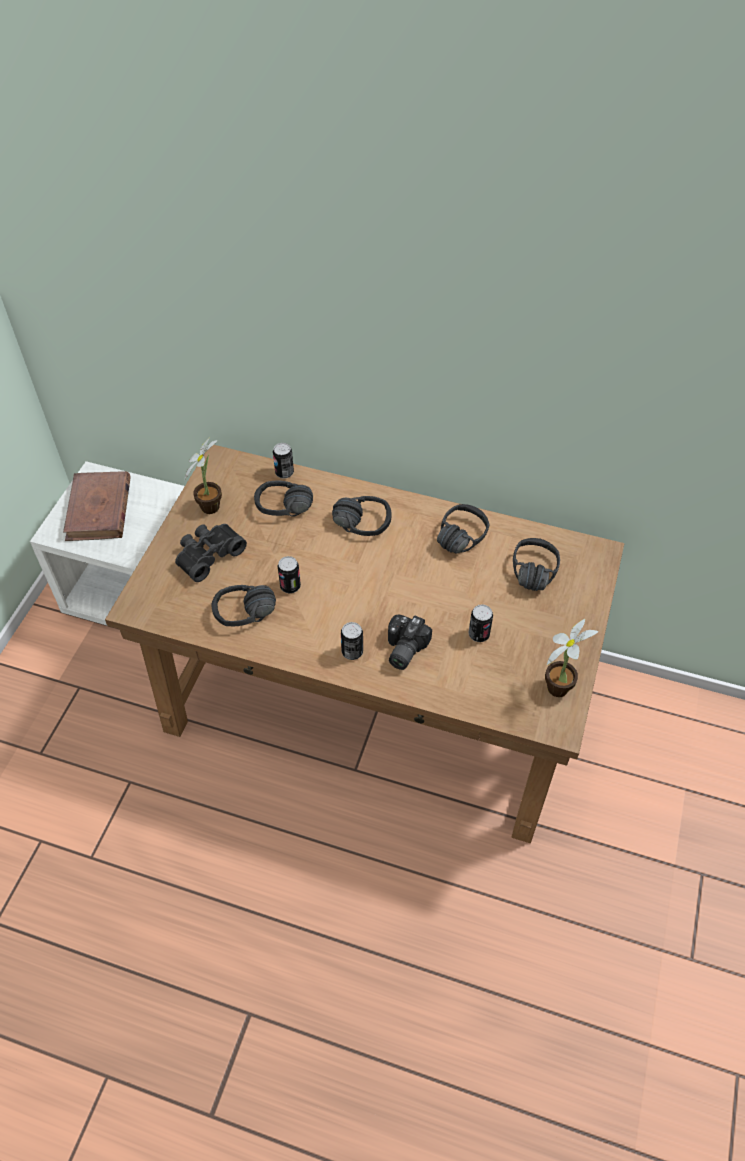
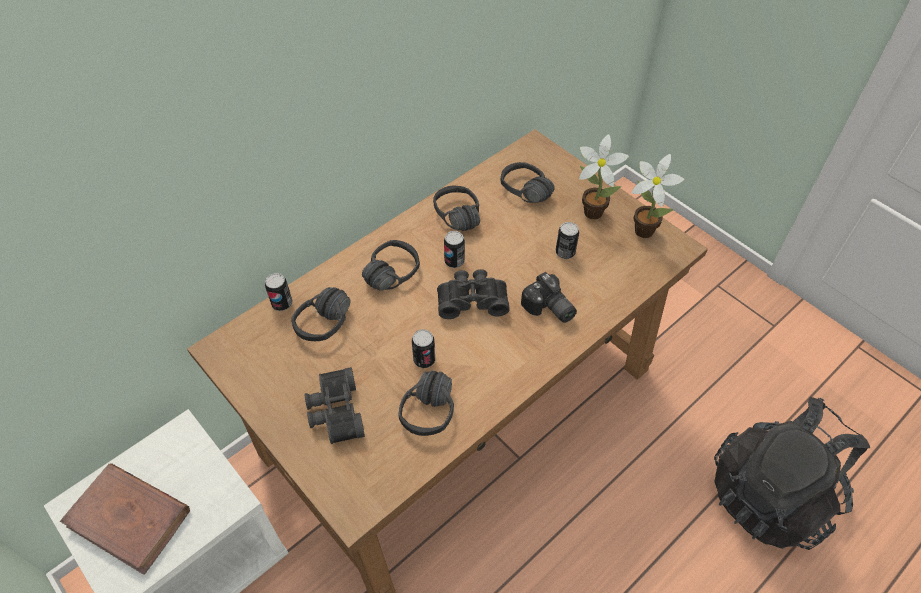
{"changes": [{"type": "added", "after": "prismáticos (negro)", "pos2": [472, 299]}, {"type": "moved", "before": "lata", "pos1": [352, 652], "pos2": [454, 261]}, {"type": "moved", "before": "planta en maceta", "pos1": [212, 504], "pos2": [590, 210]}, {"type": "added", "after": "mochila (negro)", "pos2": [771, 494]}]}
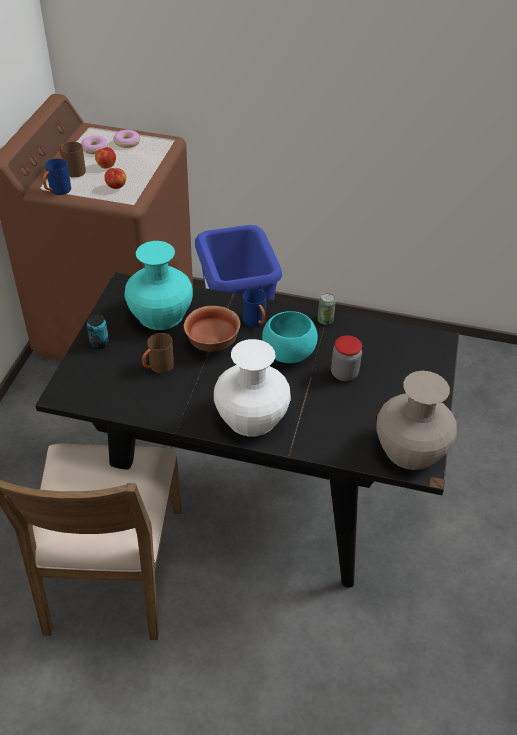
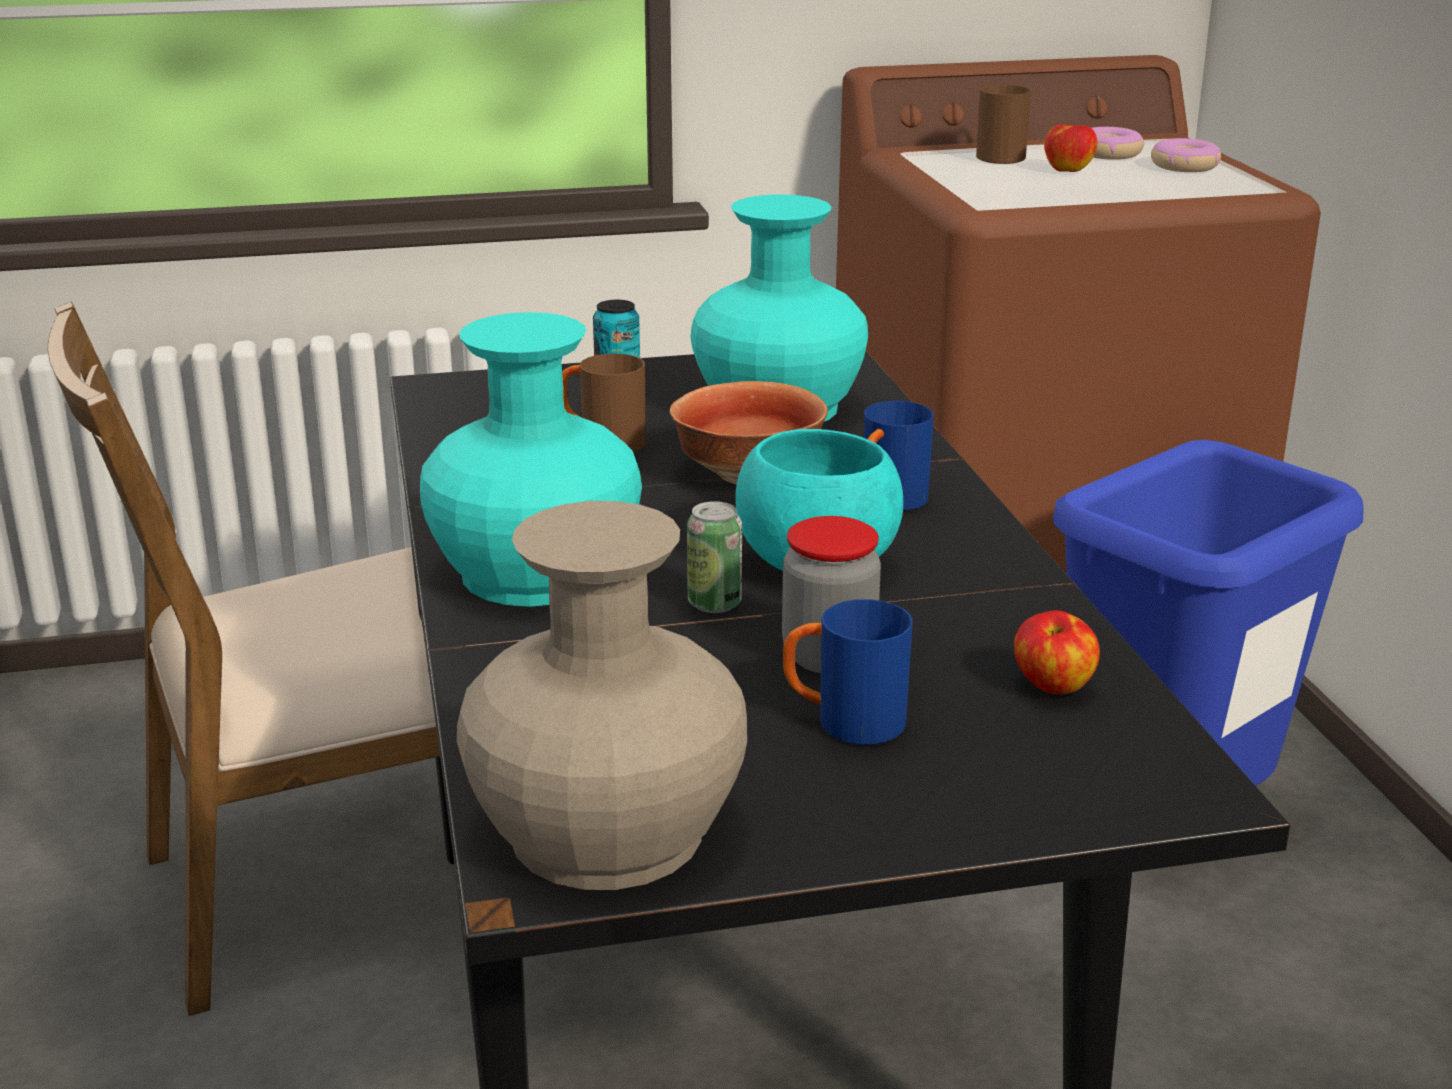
{"changes": [{"type": "recoloured", "before": "florero (blanco)", "after": "florero (turquesa)", "pos1": [251, 416], "pos2": [536, 572]}, {"type": "moved", "before": "lata", "pos1": [325, 320], "pos2": [714, 603]}, {"type": "moved", "before": "taza grande (azul)", "pos1": [57, 192], "pos2": [844, 723]}, {"type": "moved", "before": "manzana", "pos1": [116, 187], "pos2": [1052, 687]}]}
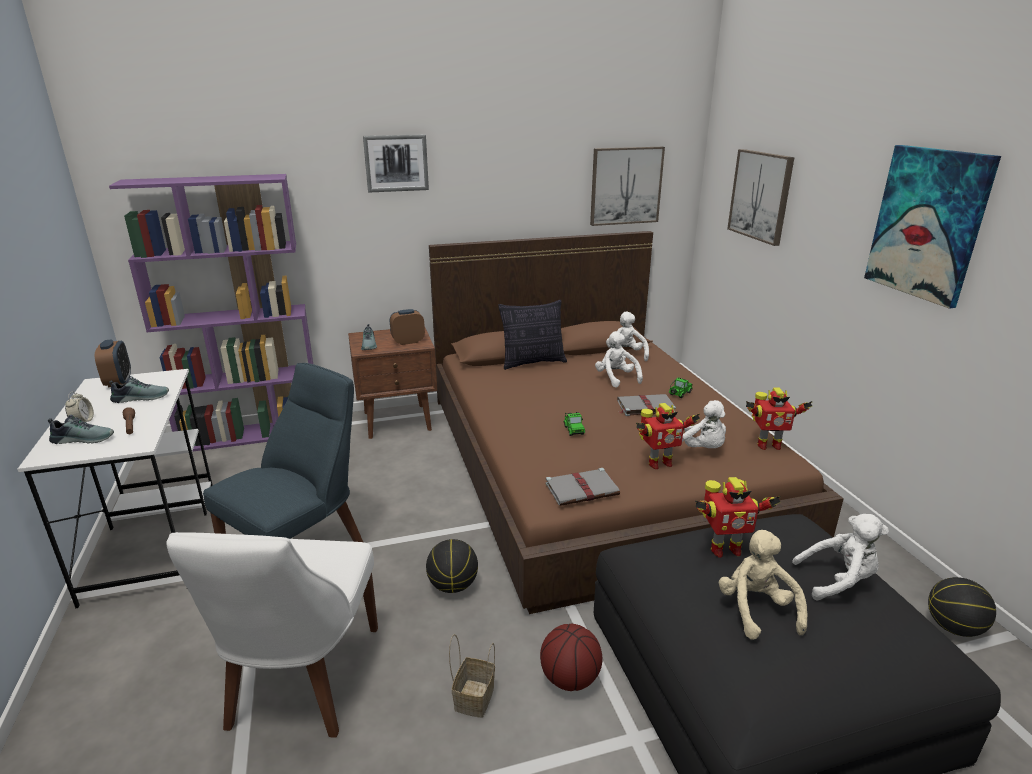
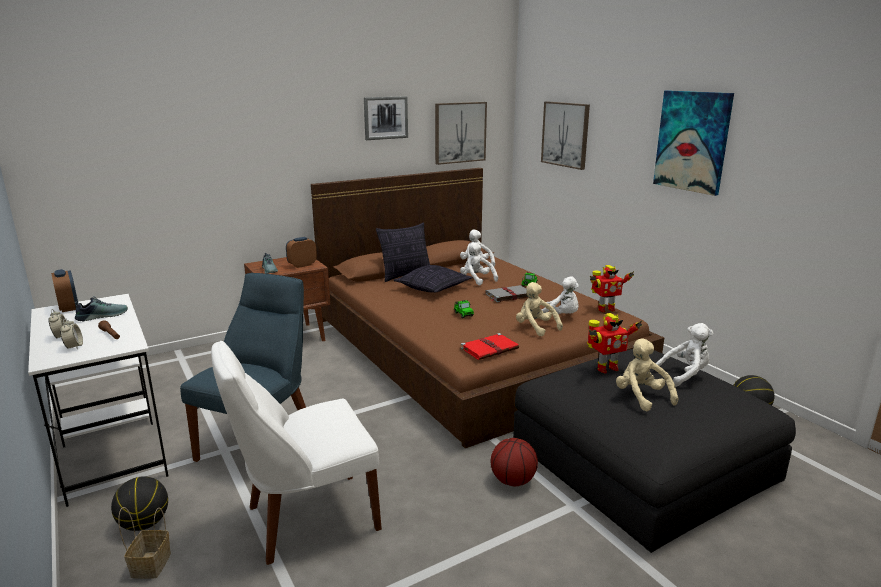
{"changes": [{"type": "replaced", "before": "zapato", "after": "despertador", "pos1": [84, 438], "pos2": [74, 347]}, {"type": "moved", "before": "balón de baloncesto", "pos1": [453, 585], "pos2": [144, 523]}, {"type": "moved", "before": "cesta", "pos1": [474, 697], "pos2": [151, 564]}, {"type": "turned", "before": "silla (blanco)", "pos1": [302, 681], "pos2": [306, 519], "turn": 75}, {"type": "moved", "before": "cuadro", "pos1": [396, 163], "pos2": [385, 118]}, {"type": "added", "after": "cojín", "pos2": [433, 288]}, {"type": "recoloured", "before": "libro (gris)", "after": "libro (rojo)", "pos1": [583, 489], "pos2": [490, 348]}, {"type": "replaced", "before": "robot de juguete", "after": "peluche (beis)", "pos1": [658, 463], "pos2": [535, 328]}, {"type": "removed", "before": "estantería (morado)", "pos1": [253, 434]}]}
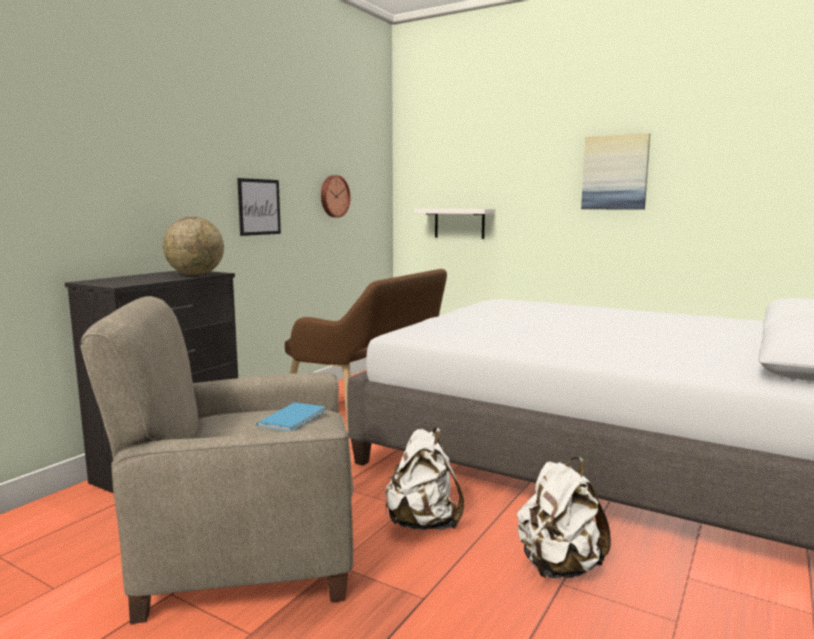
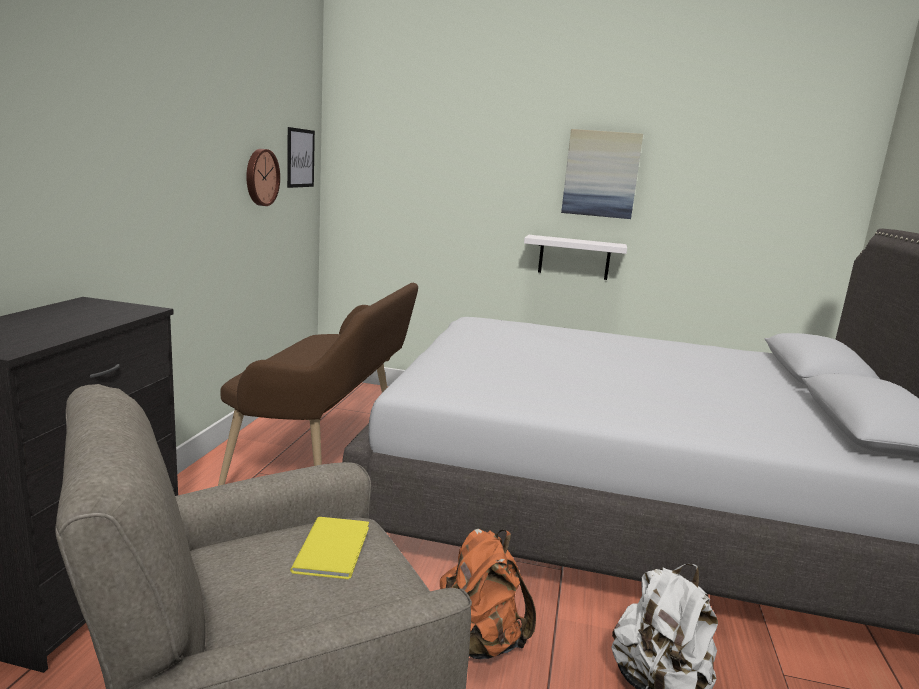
{"changes": [{"type": "moved", "before": "cuadro", "pos1": [259, 207], "pos2": [300, 158]}, {"type": "recoloured", "before": "libro (azul)", "after": "libro (amarillo)", "pos1": [295, 418], "pos2": [335, 547]}, {"type": "recoloured", "before": "mochila (blanco)", "after": "mochila (naranja)", "pos1": [423, 523], "pos2": [477, 643]}, {"type": "moved", "before": "estante (blanco)", "pos1": [459, 223], "pos2": [574, 257]}, {"type": "removed", "before": "globo terráqueo", "pos1": [195, 275]}]}
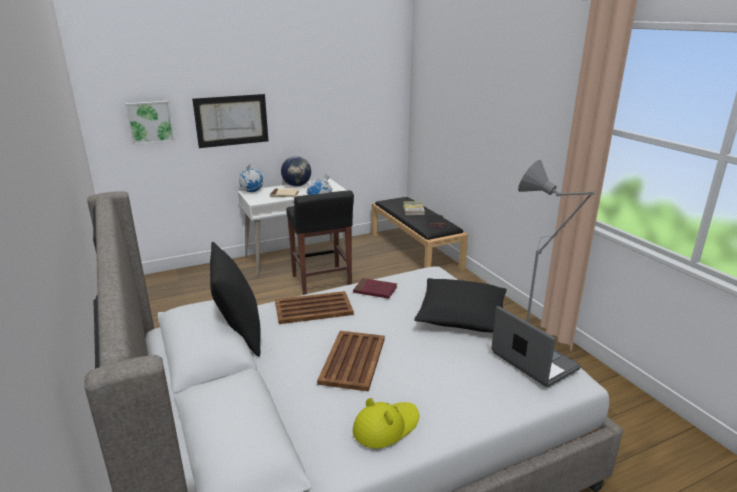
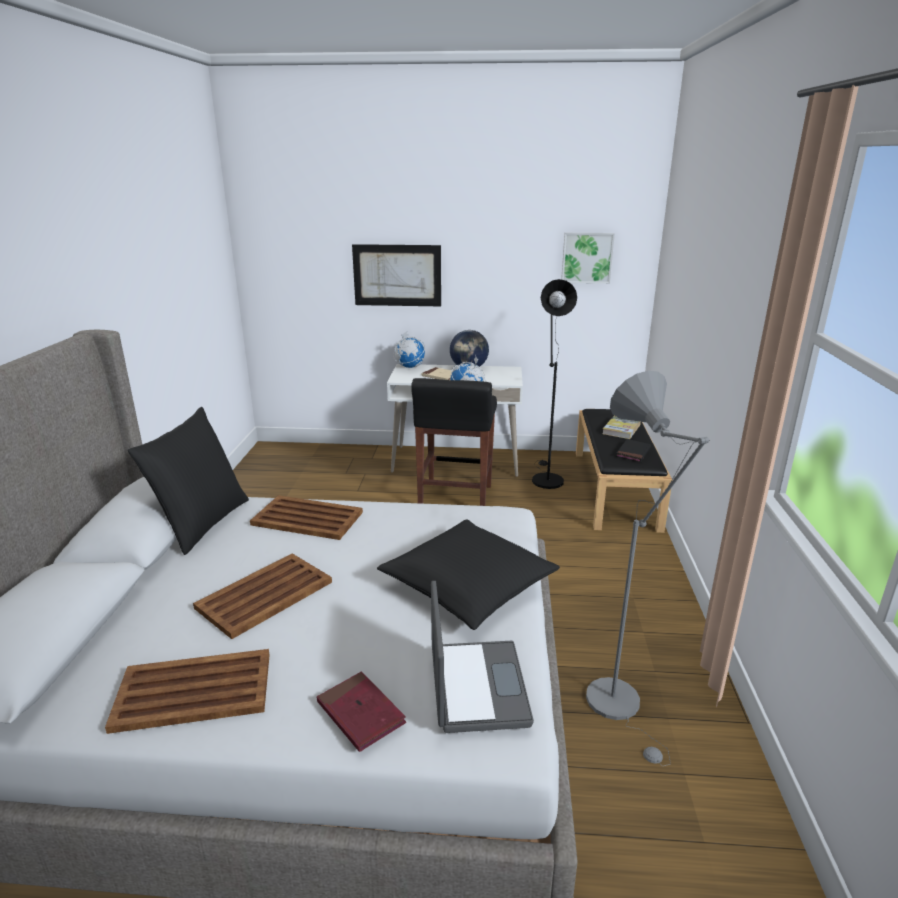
{"changes": [{"type": "replaced", "before": "sombrero (amarillo)", "after": "bandeja (marrón)", "pos1": [386, 426], "pos2": [192, 691]}, {"type": "moved", "before": "libro (rojo)", "pos1": [375, 290], "pos2": [360, 713]}, {"type": "added", "after": "lámpara de pie (negro)", "pos2": [545, 478]}, {"type": "moved", "before": "cuadro", "pos1": [150, 122], "pos2": [587, 257]}]}
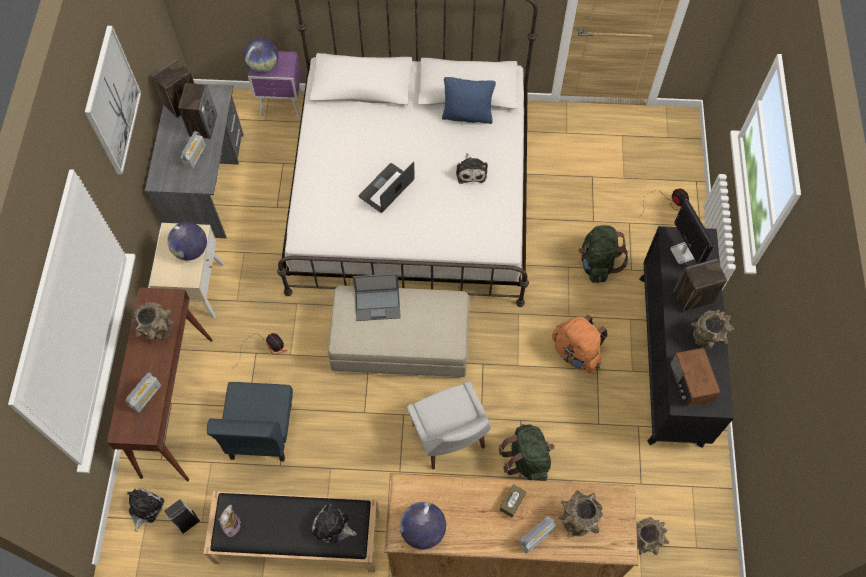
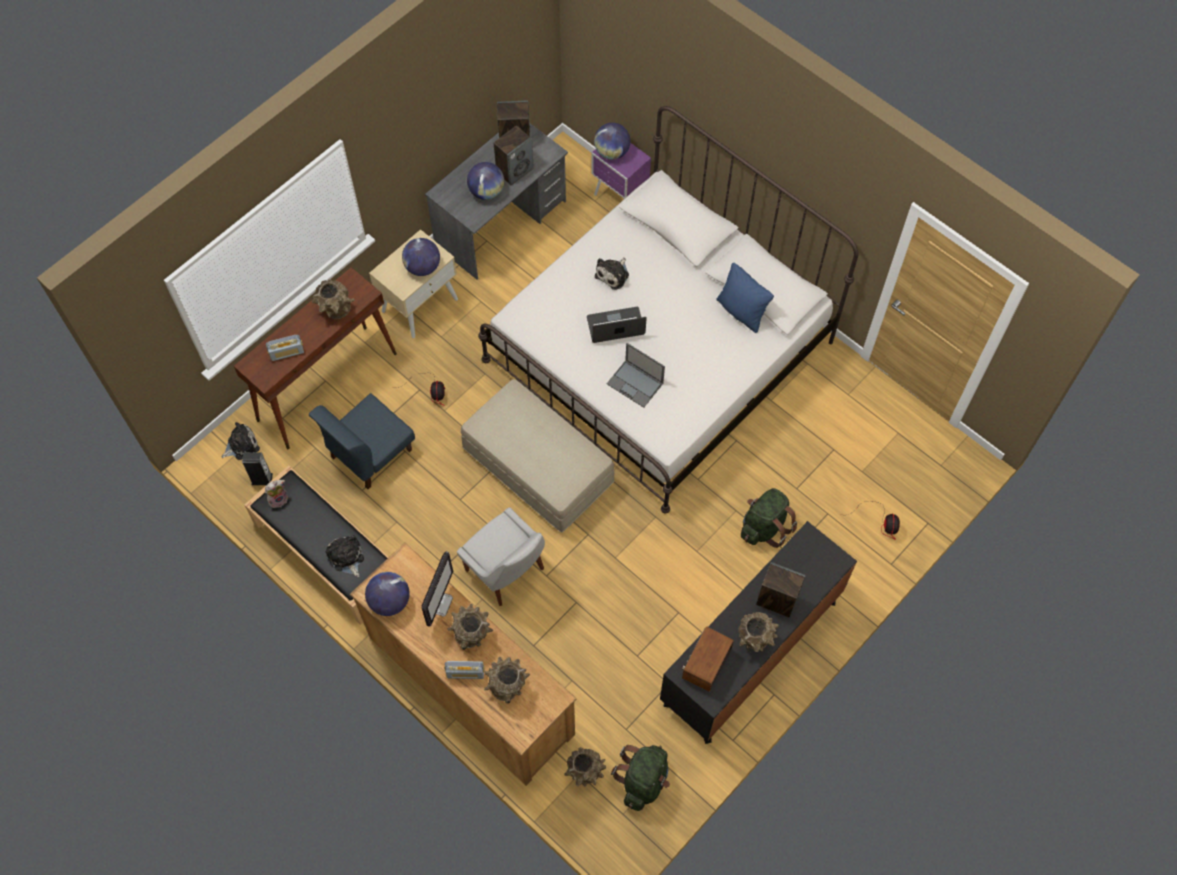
{"changes": [{"type": "moved", "before": "monitor", "pos1": [682, 252], "pos2": [438, 602]}, {"type": "replaced", "before": "caja de pañuelos (marrón)", "after": "florero (marrón)", "pos1": [512, 502], "pos2": [472, 634]}, {"type": "turned", "before": "silla (blanco)", "pos1": [449, 438], "pos2": [507, 571], "turn": -60}, {"type": "replaced", "before": "radio", "after": "globo terráqueo", "pos1": [195, 156], "pos2": [486, 192]}, {"type": "moved", "before": "peluche", "pos1": [471, 171], "pos2": [613, 274]}, {"type": "moved", "before": "portátil", "pos1": [378, 304], "pos2": [635, 384]}, {"type": "moved", "before": "mochila (verde)", "pos1": [527, 460], "pos2": [643, 780]}, {"type": "removed", "before": "cuadro", "pos1": [112, 101]}, {"type": "removed", "before": "mochila (naranja)", "pos1": [576, 353]}]}
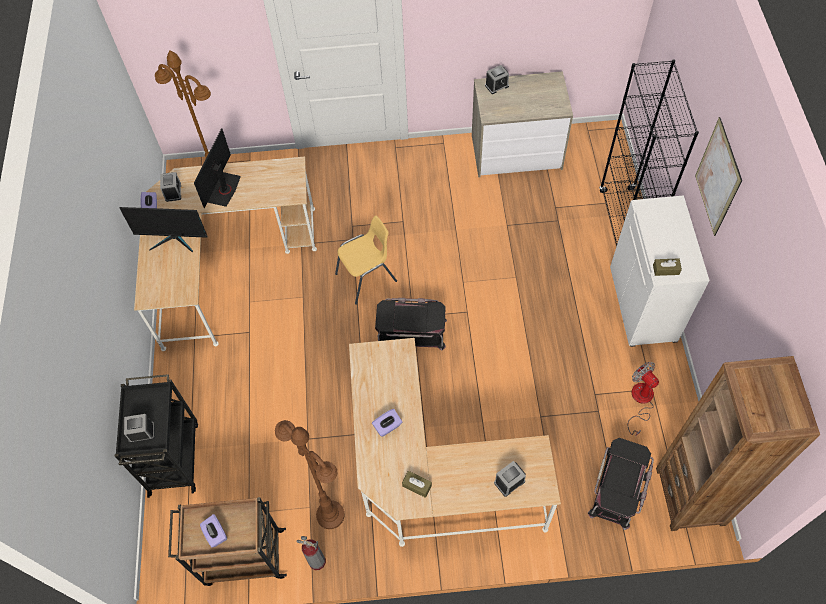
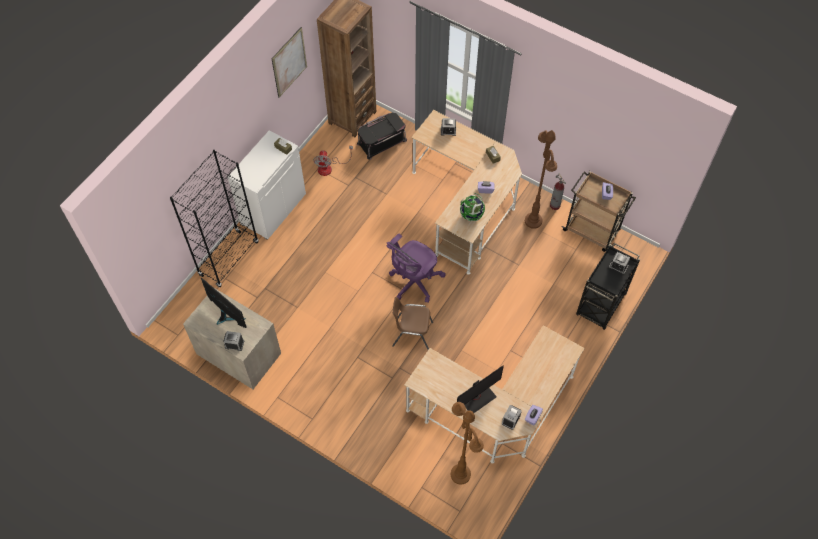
{"changes": [{"type": "moved", "before": "monitor", "pos1": [174, 239], "pos2": [226, 315]}, {"type": "moved", "before": "cuadro", "pos1": [717, 177], "pos2": [289, 62]}, {"type": "replaced", "before": "caja de almacenaje (negro)", "after": "silla de oficina (morado)", "pos1": [411, 331], "pos2": [413, 283]}, {"type": "recoloured", "before": "silla (amarillo)", "after": "silla (marrón)", "pos1": [367, 278], "pos2": [412, 334]}, {"type": "added", "after": "globo terráqueo", "pos2": [471, 215]}]}
